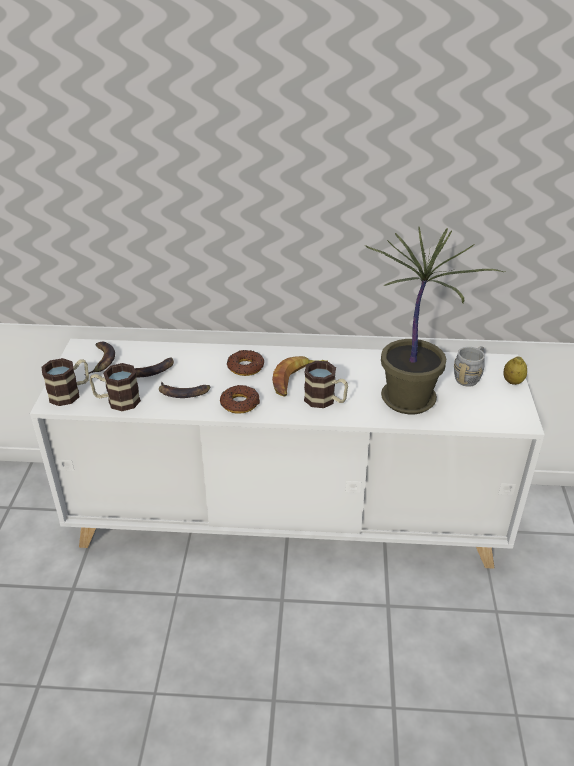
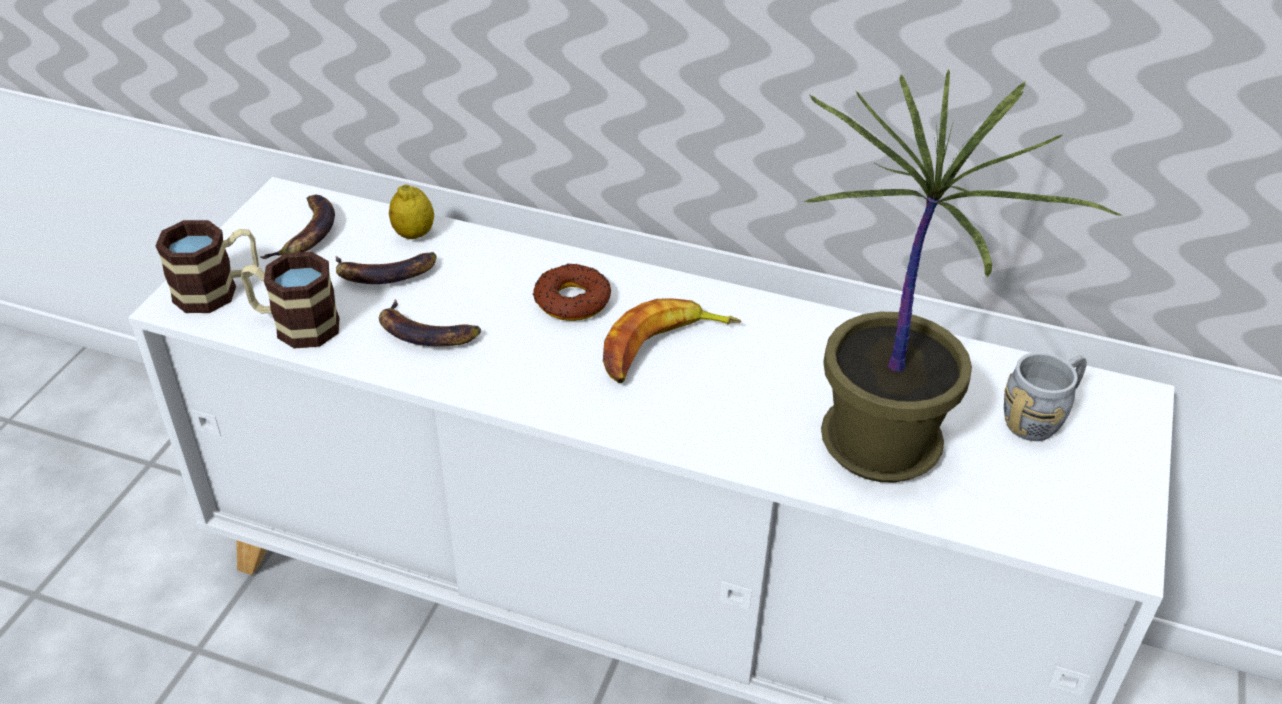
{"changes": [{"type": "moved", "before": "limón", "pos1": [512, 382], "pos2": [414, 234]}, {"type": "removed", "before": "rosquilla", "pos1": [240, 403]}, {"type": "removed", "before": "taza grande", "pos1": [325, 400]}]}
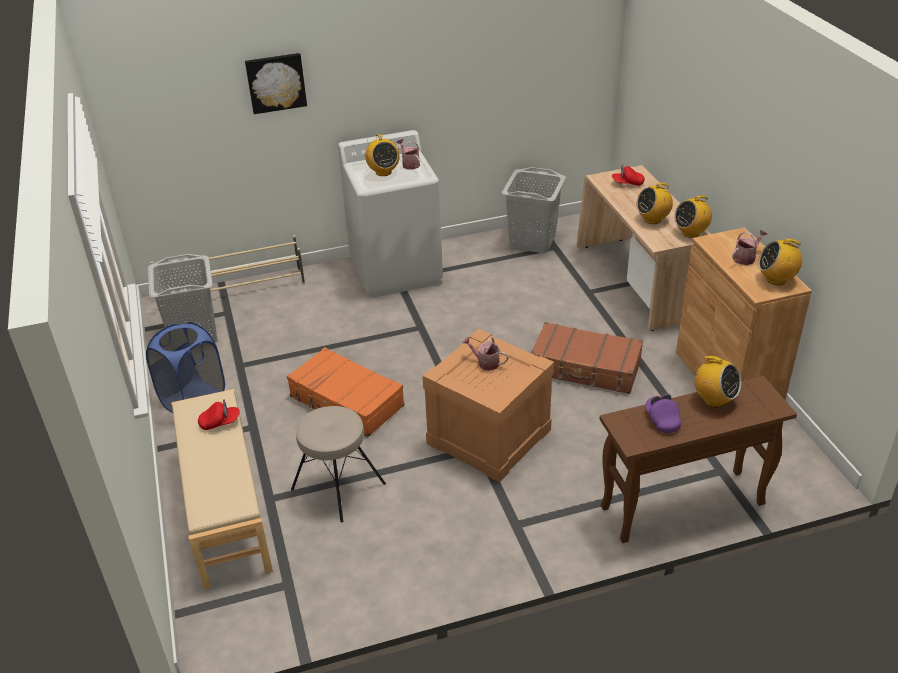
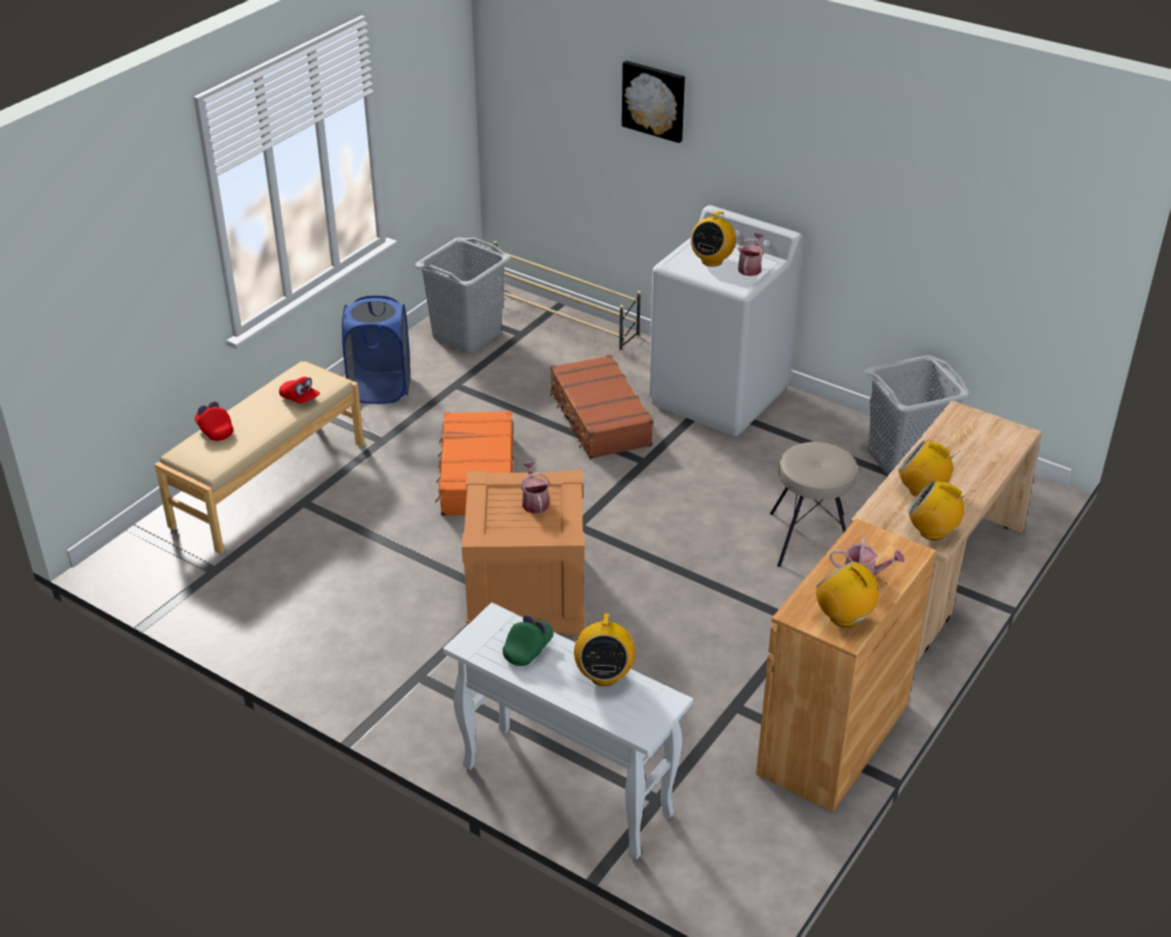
{"changes": [{"type": "moved", "before": "gorra (rojo)", "pos1": [627, 183], "pos2": [215, 430]}, {"type": "recoloured", "before": "mesa consola (marrón)", "after": "mesa consola (blanco)", "pos1": [681, 507], "pos2": [564, 790]}, {"type": "recoloured", "before": "gorra (morado)", "after": "gorra (verde)", "pos1": [662, 420], "pos2": [528, 649]}, {"type": "moved", "before": "maleta (marrón)", "pos1": [585, 368], "pos2": [599, 419]}, {"type": "moved", "before": "taburete (beis)", "pos1": [337, 487], "pos2": [810, 539]}]}
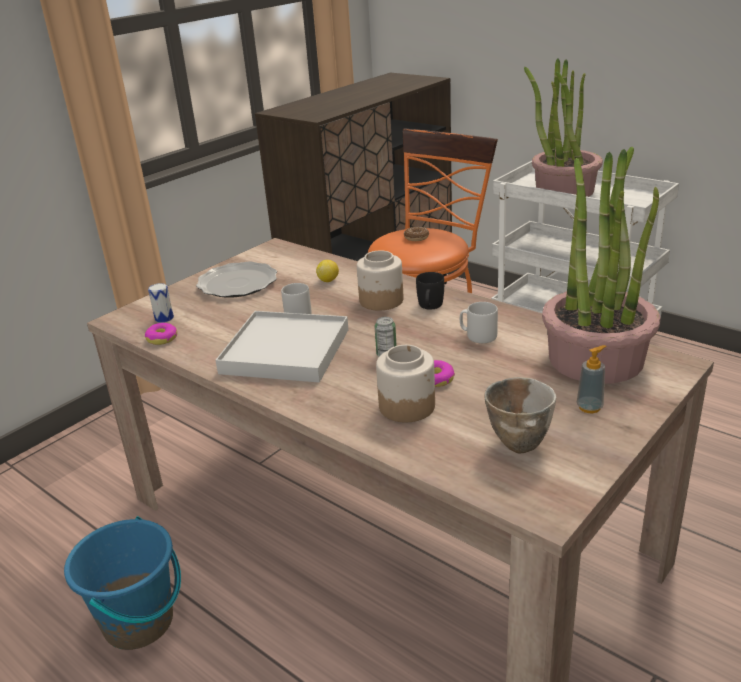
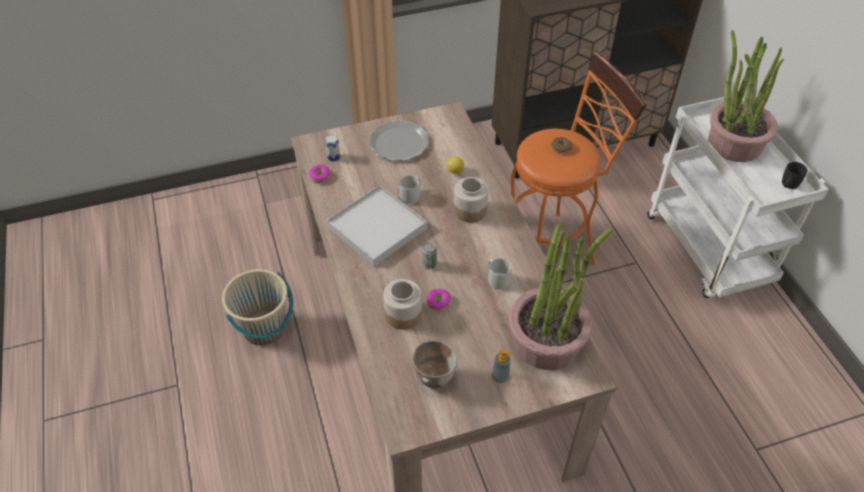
{"changes": [{"type": "recoloured", "before": "cubo (azul)", "after": "cubo (beis)", "pos1": [139, 622], "pos2": [264, 328]}, {"type": "moved", "before": "taza grande (negro)", "pos1": [430, 307], "pos2": [788, 185]}]}
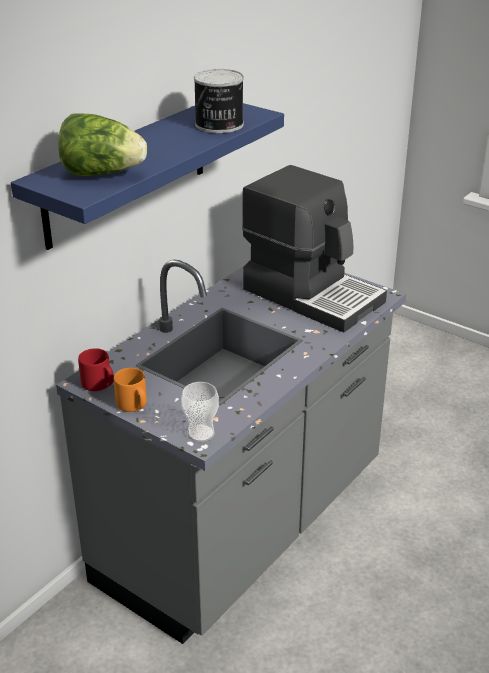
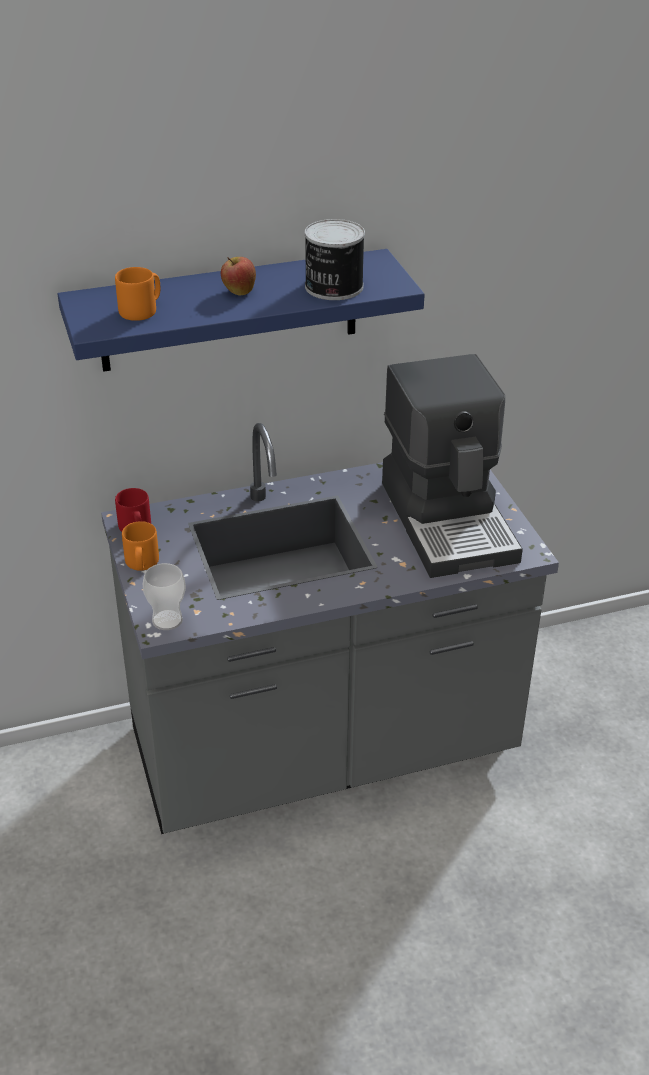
{"changes": [{"type": "replaced", "before": "lechuga", "after": "taza grande (naranja)", "pos1": [102, 174], "pos2": [141, 310]}, {"type": "added", "after": "manzana", "pos2": [239, 292]}]}
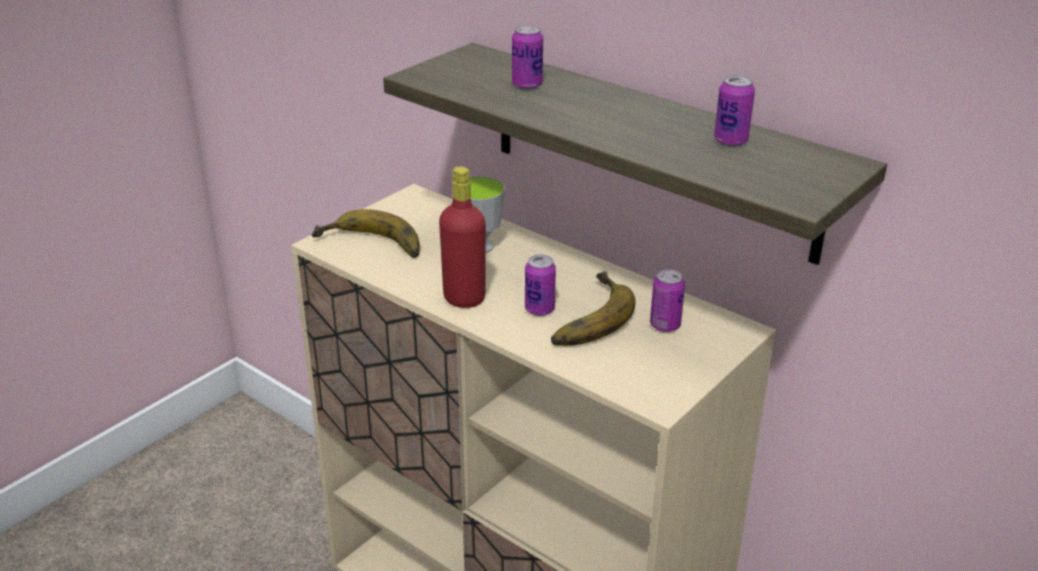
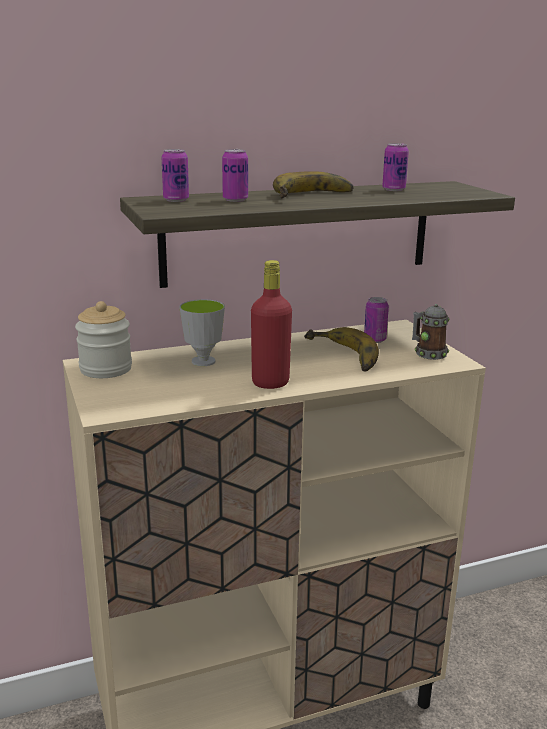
{"changes": [{"type": "added", "after": "tarro", "pos2": [106, 369]}, {"type": "moved", "before": "lata", "pos1": [539, 309], "pos2": [176, 200]}, {"type": "moved", "before": "plátano", "pos1": [369, 247], "pos2": [315, 196]}, {"type": "added", "after": "taza grande", "pos2": [427, 353]}]}
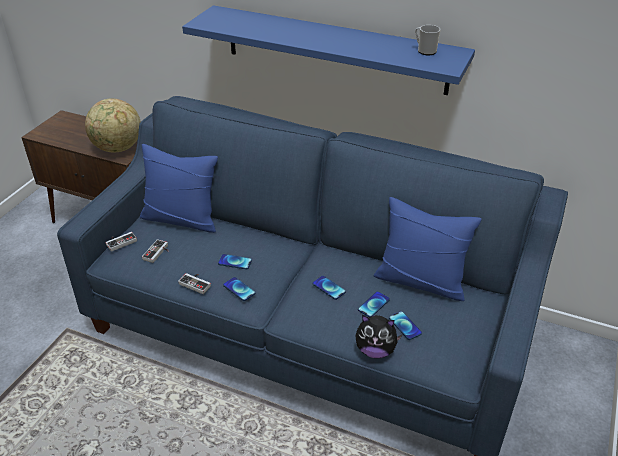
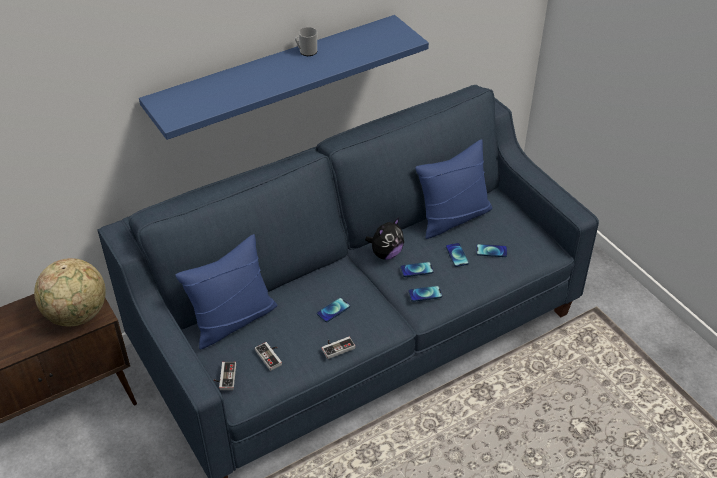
{"changes": [{"type": "moved", "before": "taza grande", "pos1": [425, 51], "pos2": [306, 52]}, {"type": "moved", "before": "peluche", "pos1": [375, 350], "pos2": [386, 253]}, {"type": "moved", "before": "móvil", "pos1": [239, 289], "pos2": [425, 294]}]}
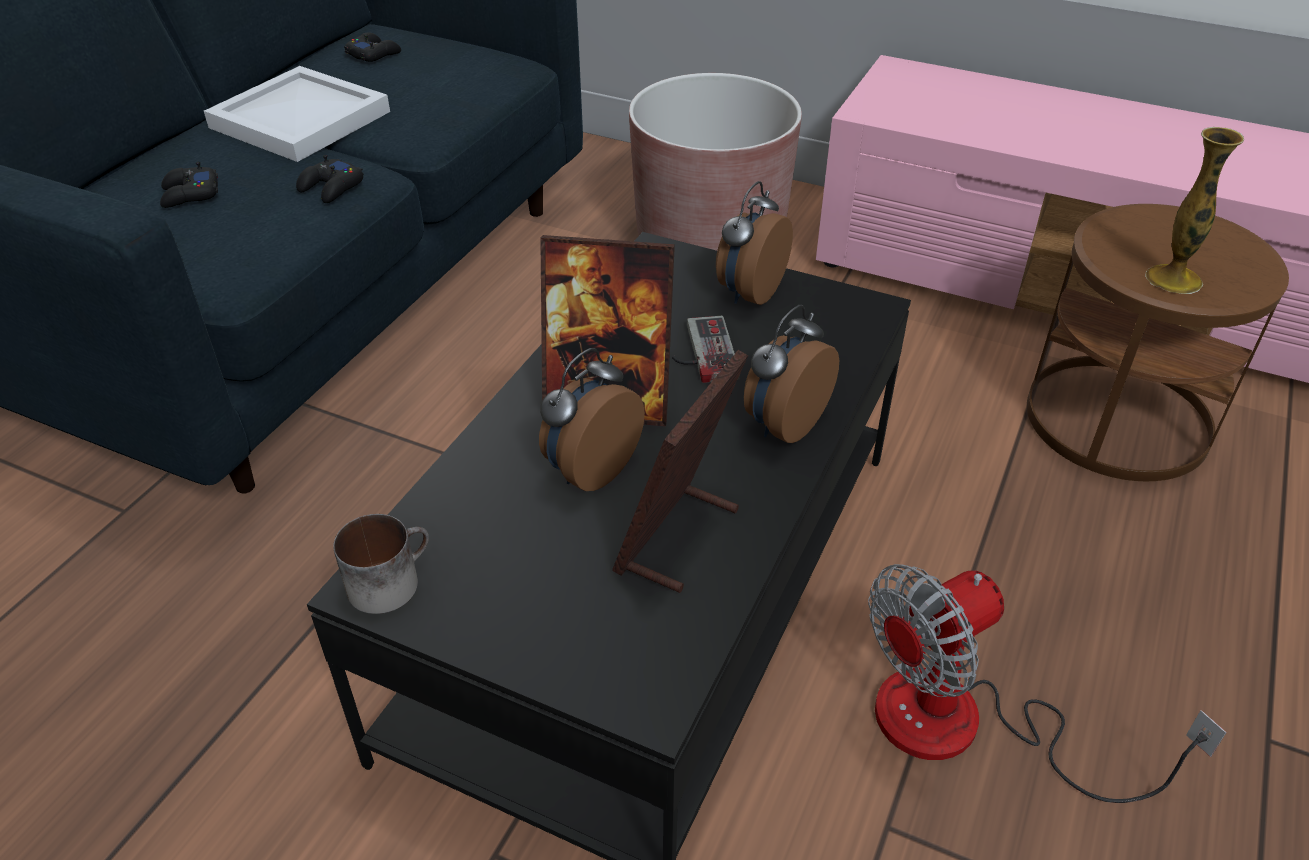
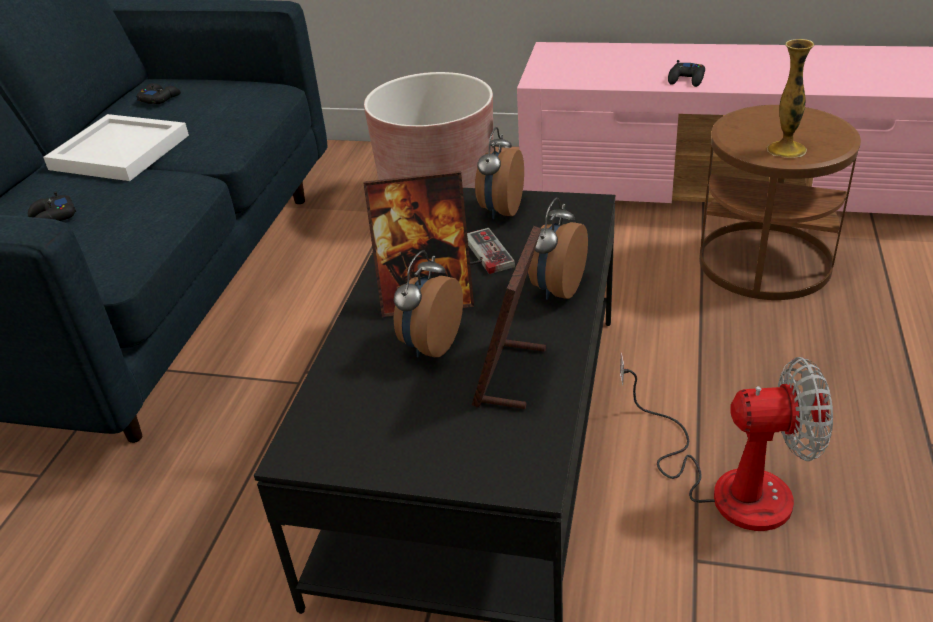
{"changes": [{"type": "turned", "before": "ventilador", "pos1": [966, 727], "pos2": [728, 483], "turn": -135}, {"type": "moved", "before": "mando de consola (negro)", "pos1": [331, 188], "pos2": [686, 79]}, {"type": "removed", "before": "taza grande", "pos1": [389, 580]}]}
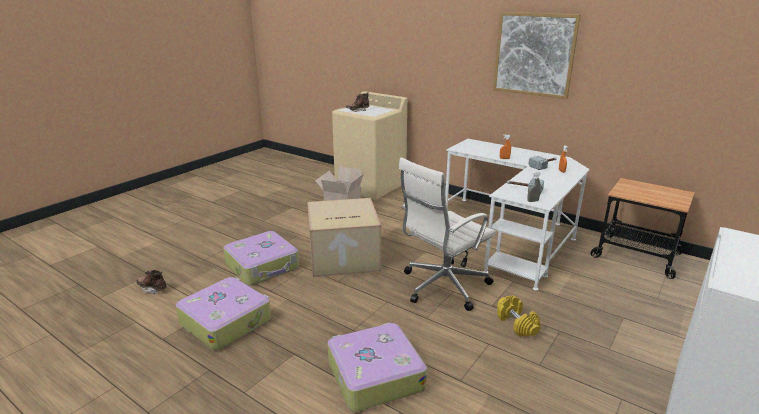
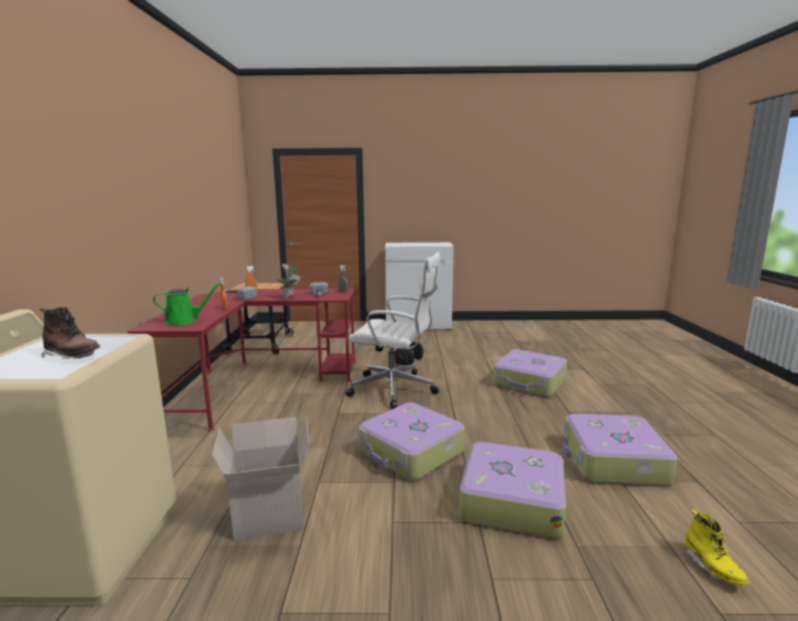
{"changes": [{"type": "recoloured", "before": "escritorio (blanco)", "after": "escritorio (rojo)", "pos1": [514, 235], "pos2": [254, 383]}, {"type": "added", "after": "regadera (verde)", "pos2": [184, 321]}, {"type": "added", "after": "planta en maceta", "pos2": [290, 297]}, {"type": "replaced", "before": "caja de cartón", "after": "maleta", "pos1": [342, 257], "pos2": [411, 452]}, {"type": "recoloured", "before": "mancuerna (amarillo)", "after": "mancuerna (negro)", "pos1": [517, 324], "pos2": [408, 360]}, {"type": "recoloured", "before": "bota (marrón)", "after": "bota (amarillo)", "pos1": [152, 289], "pos2": [712, 568]}, {"type": "removed", "before": "cuadro", "pos1": [534, 54]}]}
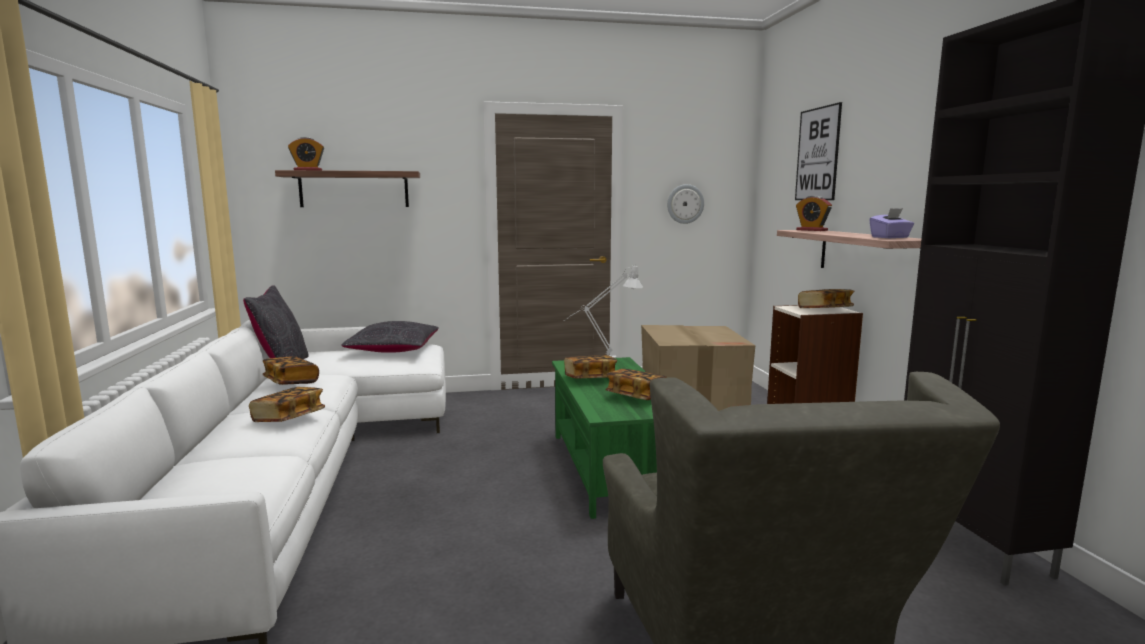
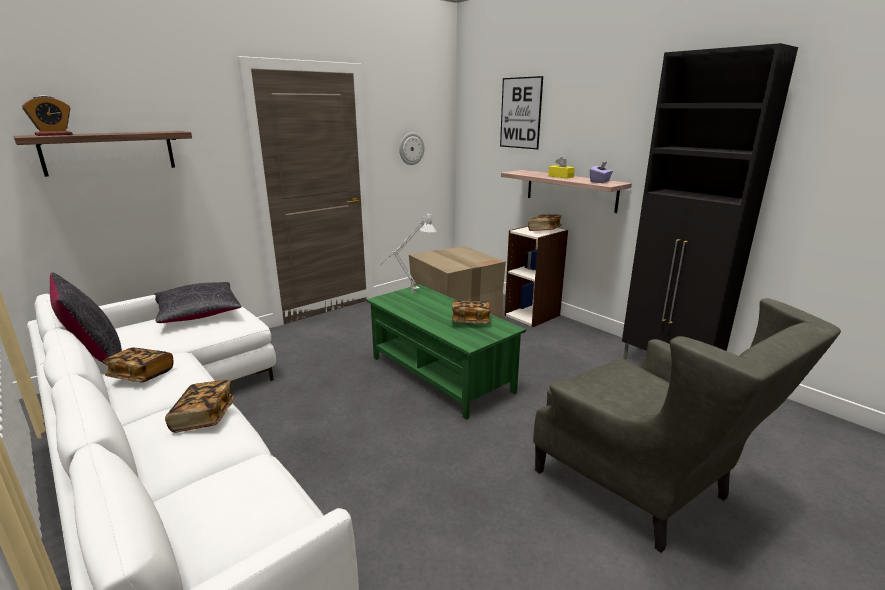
{"changes": [{"type": "added", "after": "caja de pañuelos (amarillo)", "pos2": [560, 176]}, {"type": "removed", "before": "libro", "pos1": [590, 379]}, {"type": "removed", "before": "despertador", "pos1": [811, 230]}]}
